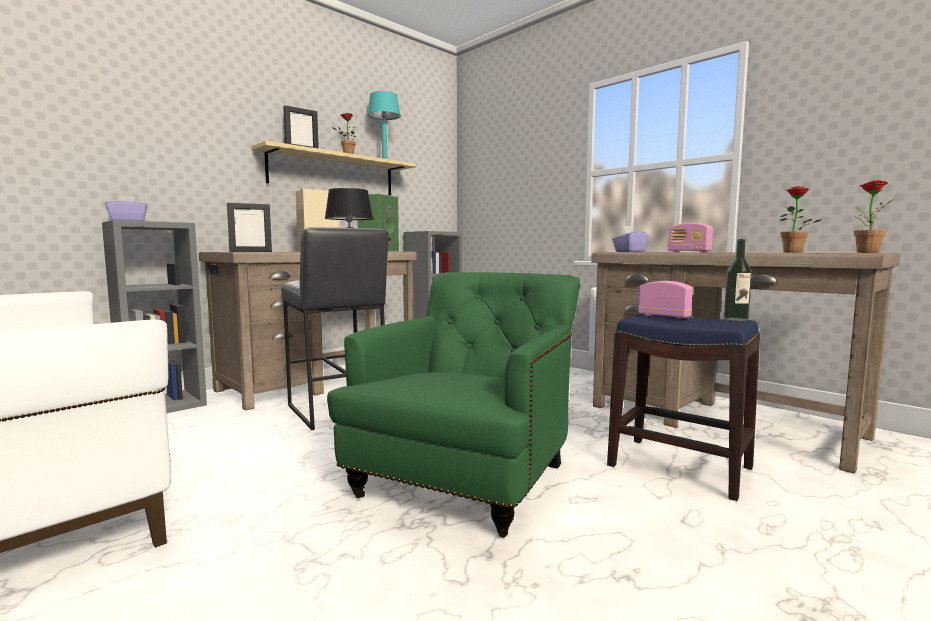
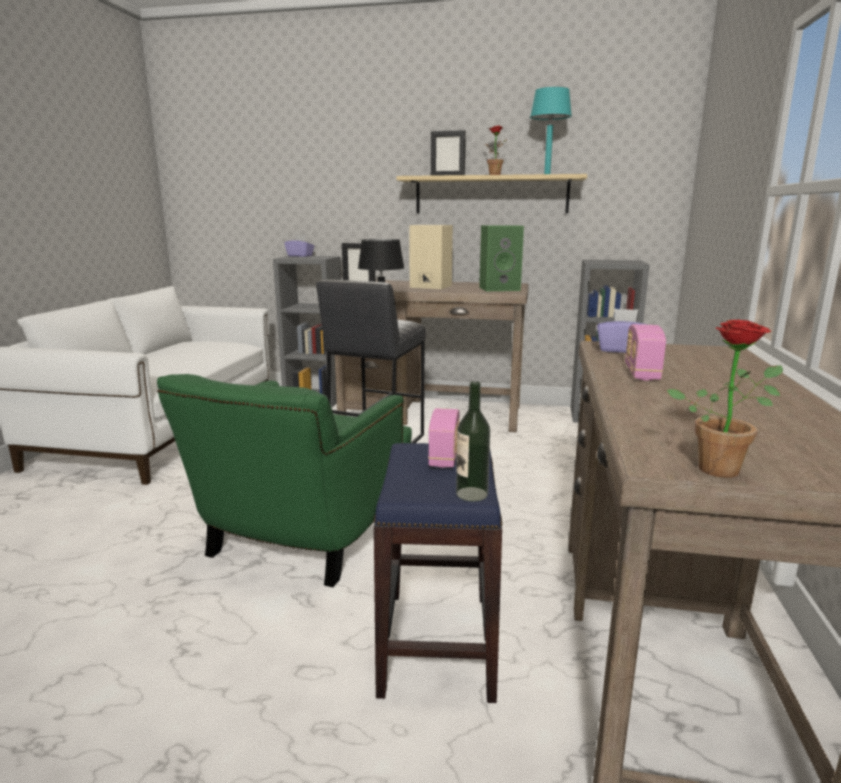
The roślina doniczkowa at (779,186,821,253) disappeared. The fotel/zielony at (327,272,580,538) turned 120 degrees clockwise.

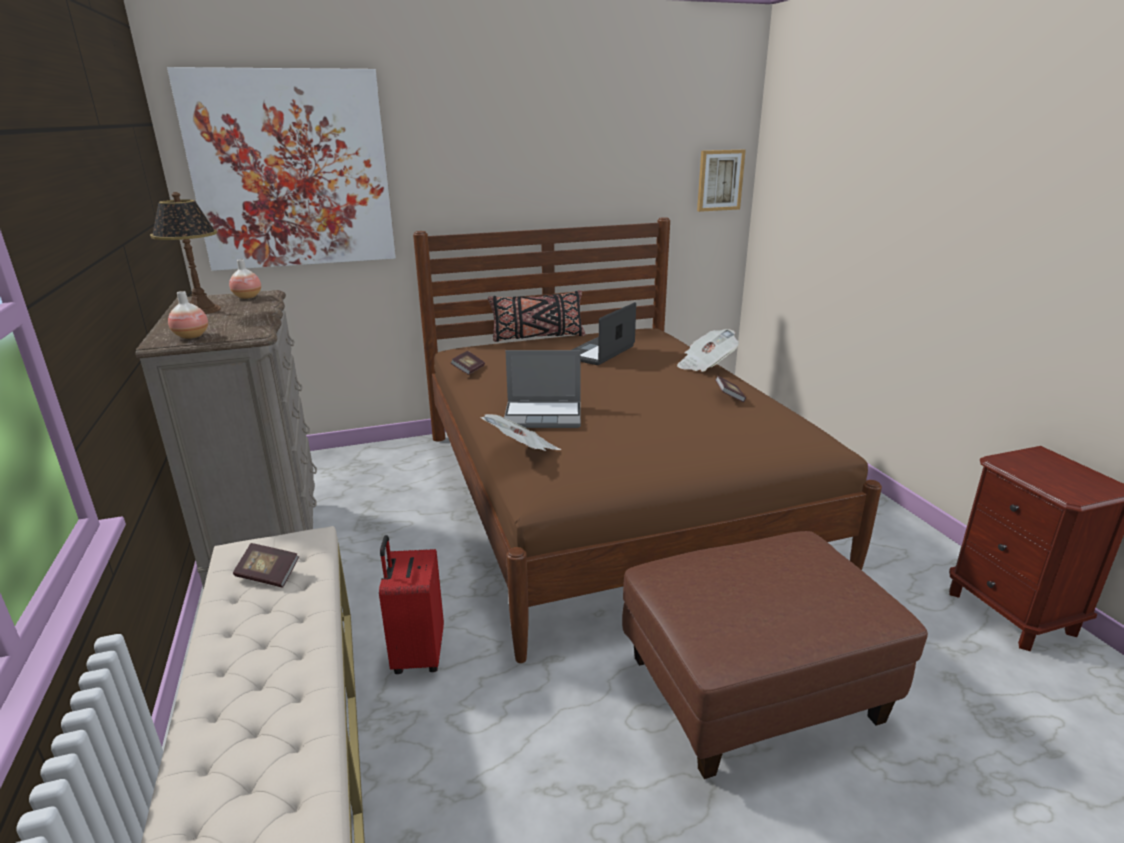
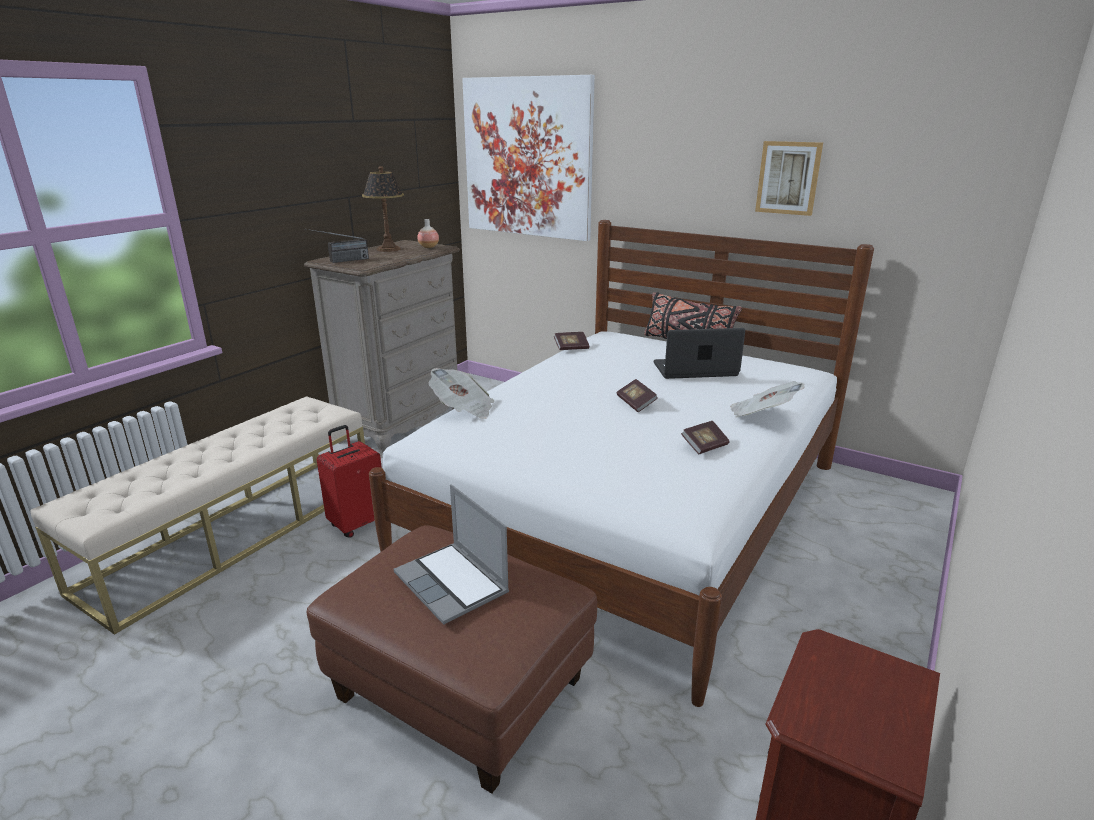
The obraz moved from (697,150,746,212) to (755,141,823,216). The łóżko/brązowy at (413,217,882,663) became the łóżko/biały at (369,220,874,707). The wazon at (168,291,208,339) was replaced by the radio at (307,229,369,263). The laptop moved from (504,350,581,428) to (394,484,509,625). The książka moved from (233,543,299,587) to (617,379,657,412).

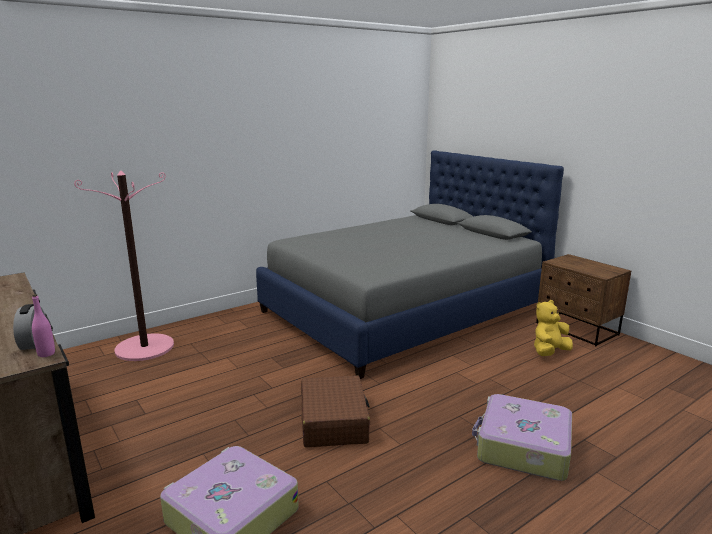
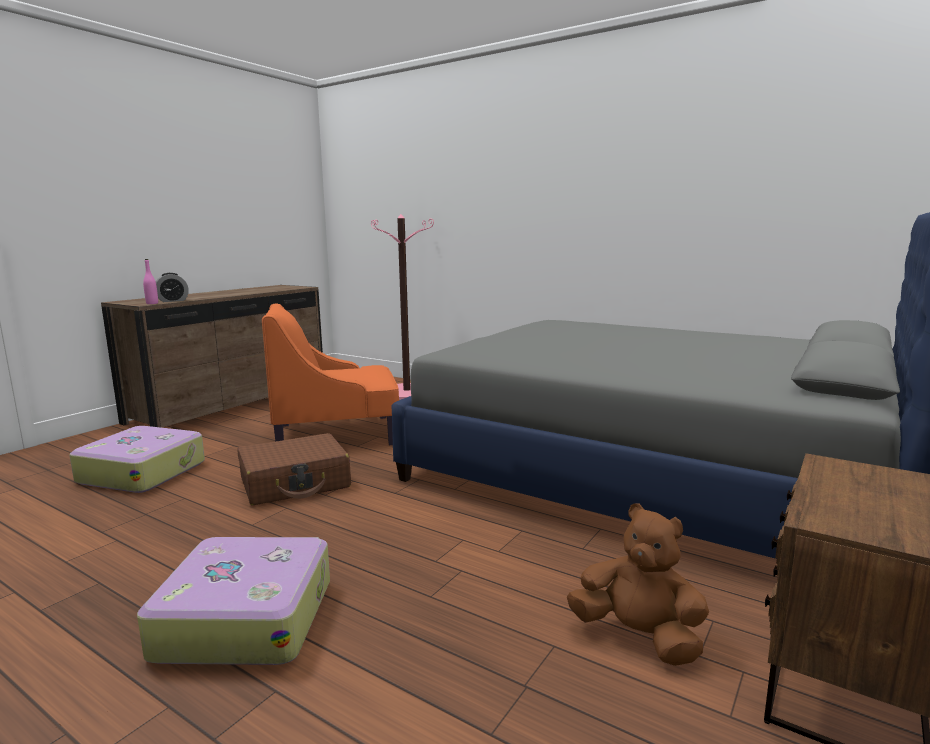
The pluszak/żółty at (534,300,573,356) became the pluszak/brązowy at (567,504,709,666). The fotel/pomarańczowy at (262,304,399,445) appeared.

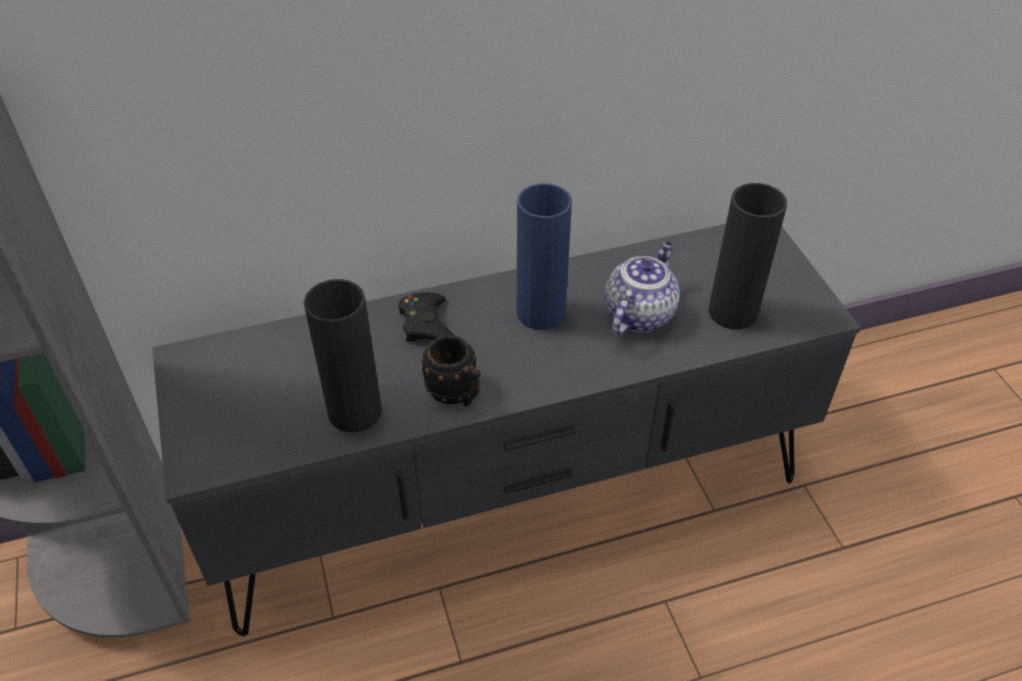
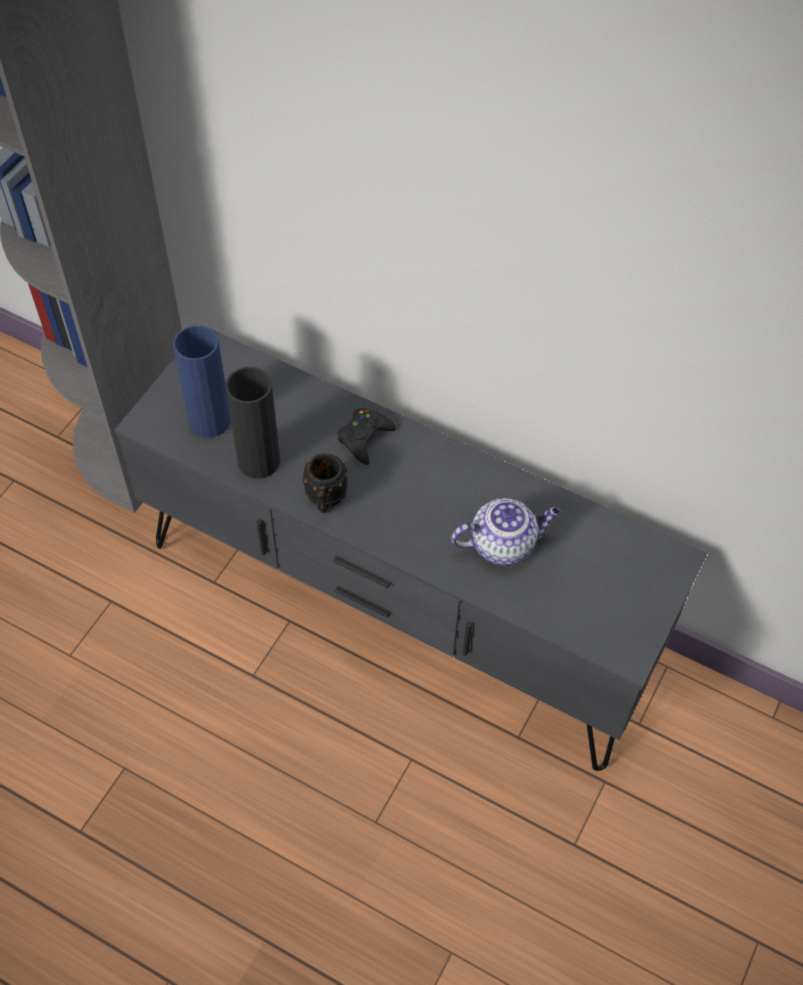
The wazon/niebieski moved from (517,183,572,330) to (173,325,231,437). The wazon/czarny at (709,183,787,329) disappeared.

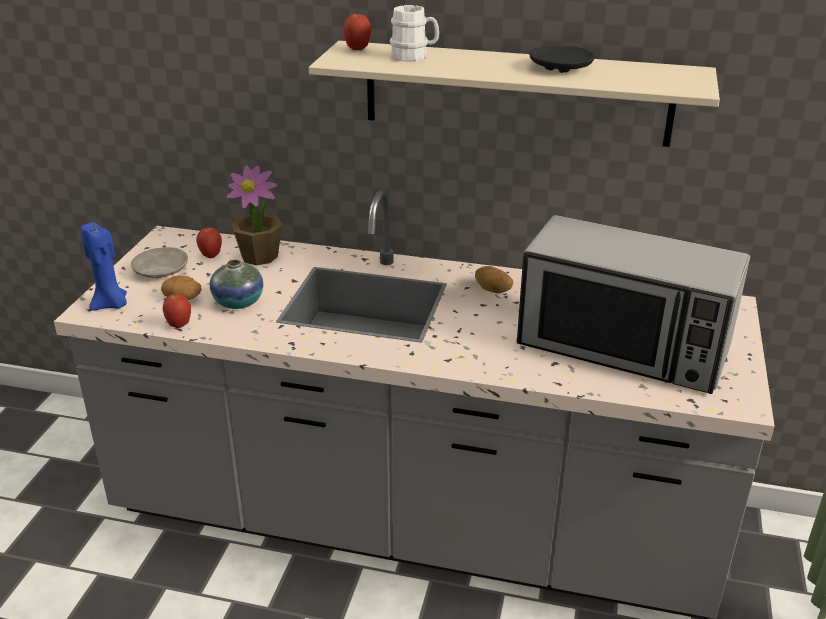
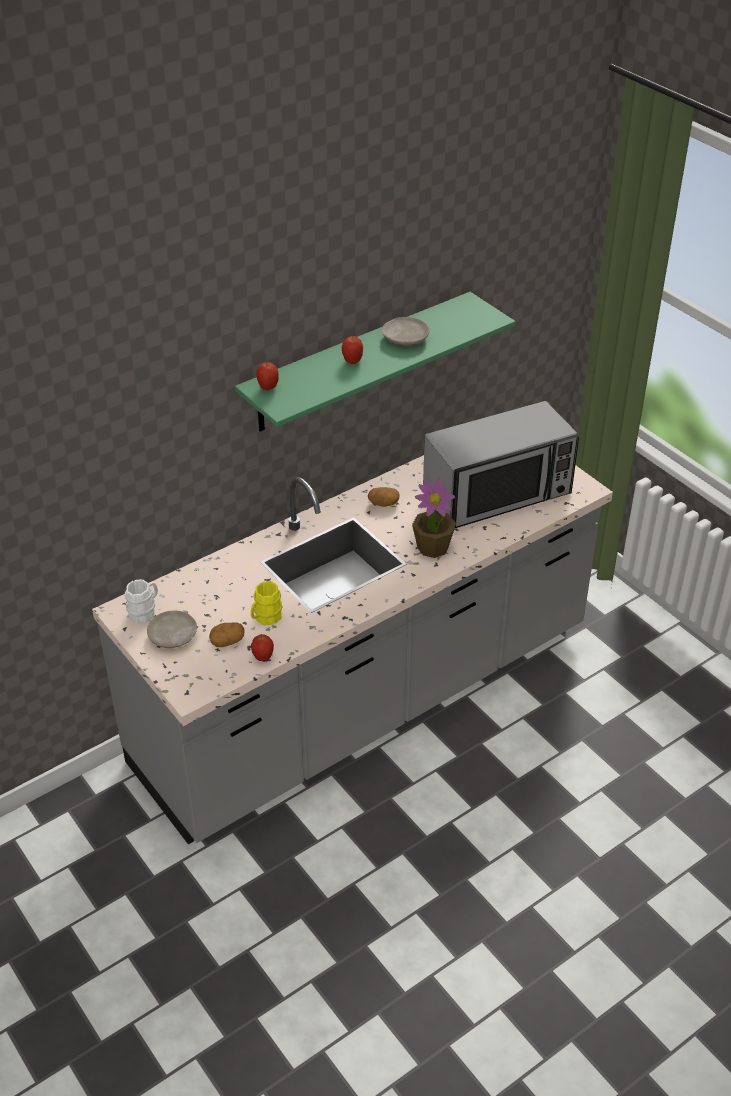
The kubek/biały moved from (390,5,439,62) to (125,579,158,624). The półka/beżowy at (309,41,720,147) became the półka/zielony at (235,292,516,432). The talerz/czarny at (529,46,595,73) became the talerz/beżowy at (382,317,430,345). The roślina doniczkowa moved from (227,165,282,265) to (412,478,456,558). The świeca/niebieski at (80,222,127,310) disappeared. The jabłko moved from (196,227,222,258) to (342,336,363,364). The wazon at (210,259,263,309) was replaced by the kubek/żółty at (251,581,283,625).

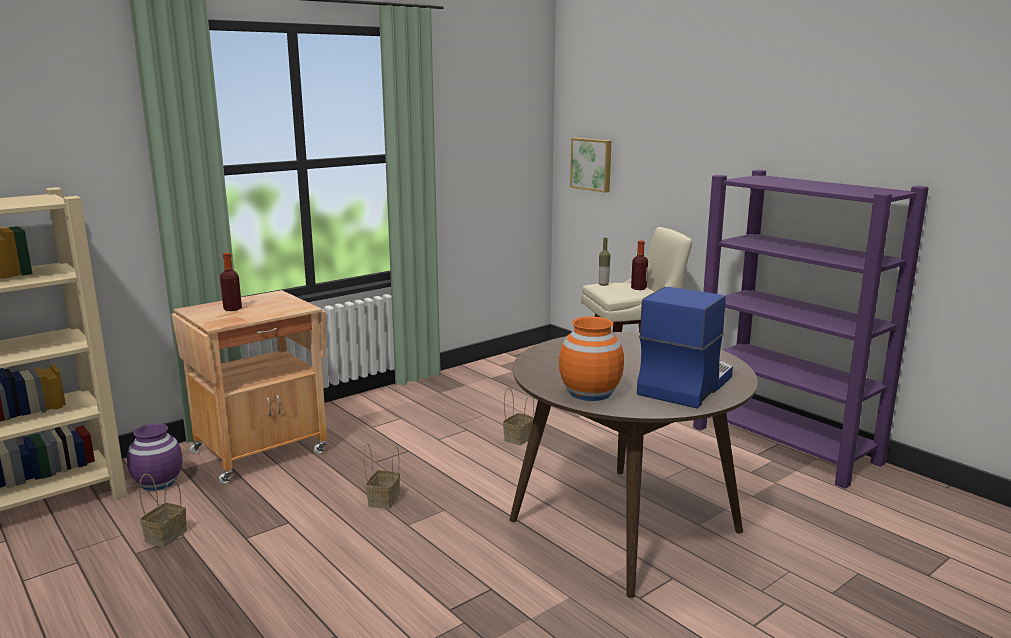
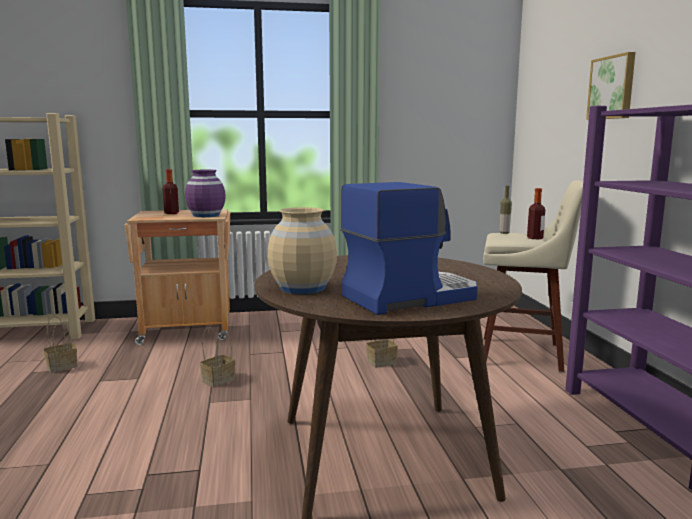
The obraz moved from (570,138,612,193) to (586,52,635,120). The wazon/pomarańczowy at (559,316,624,401) became the wazon/beżowy at (268,207,337,294). The wazon/fioletowy moved from (127,423,182,491) to (185,170,226,217).

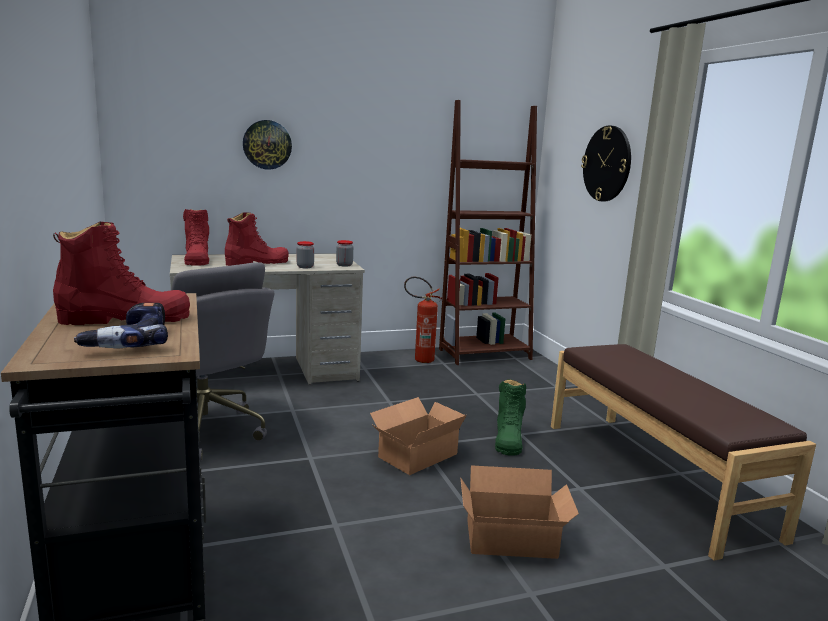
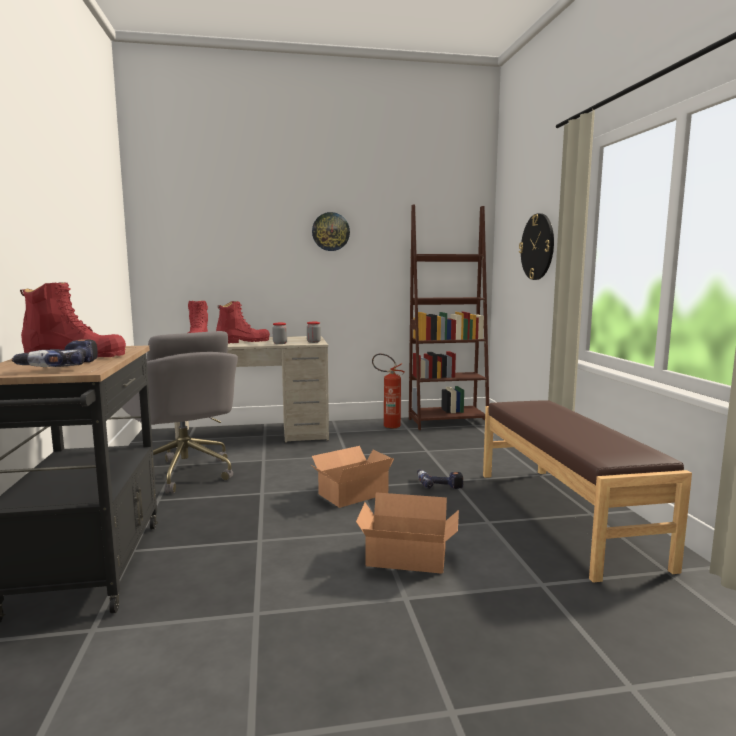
The zegar ścienny moved from (243,120,292,170) to (312,212,350,251). The but z cholewką/zielony at (495,379,526,456) was replaced by the wiertarka at (417,469,463,489).

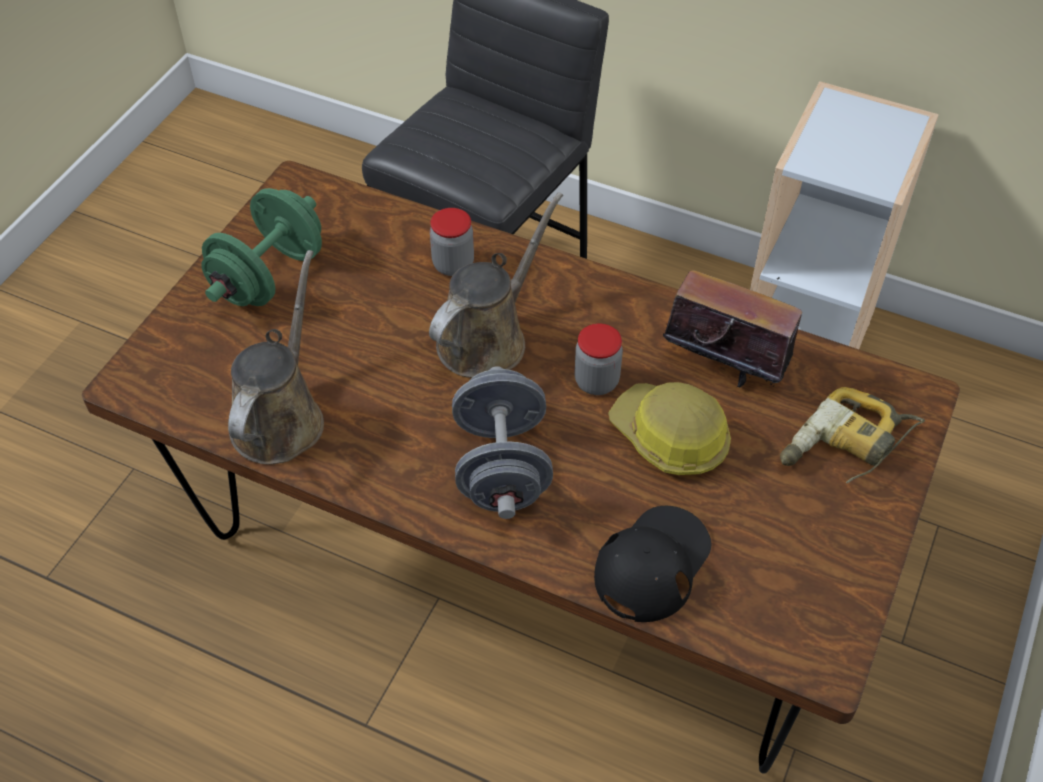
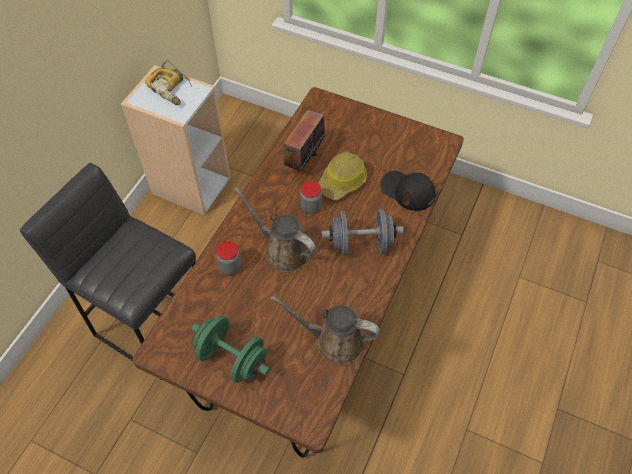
The wiertarka moved from (780,387,925,483) to (145,60,192,105).

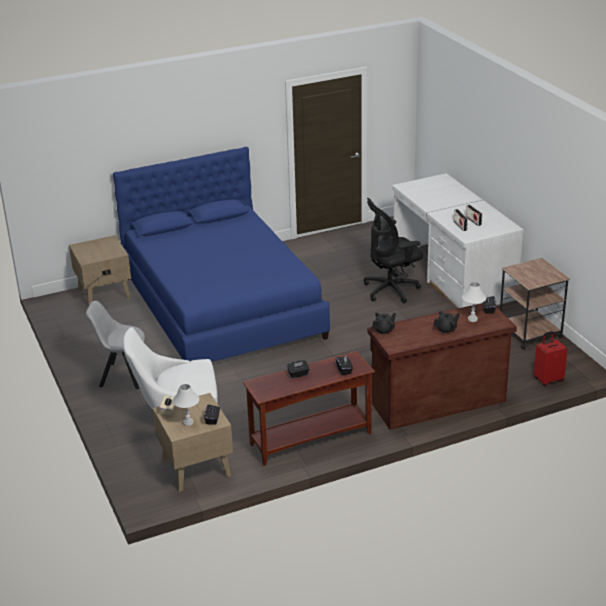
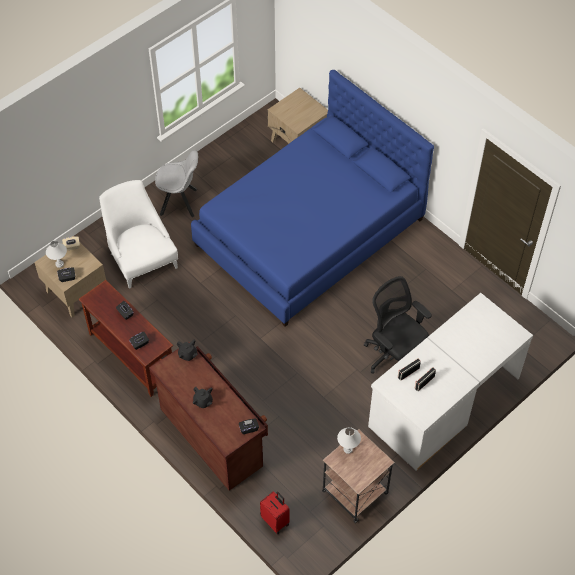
The lampa stołowa/biały moved from (462,282,487,322) to (337,427,361,454). The krzesło/szary at (86,301,145,389) turned 105 degrees clockwise.

